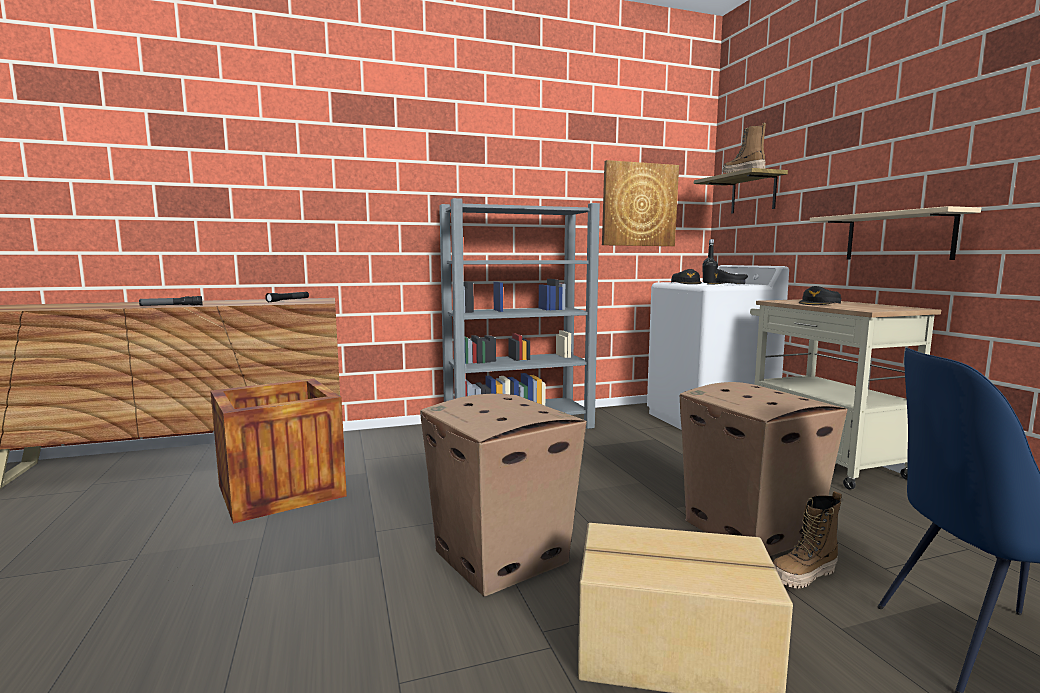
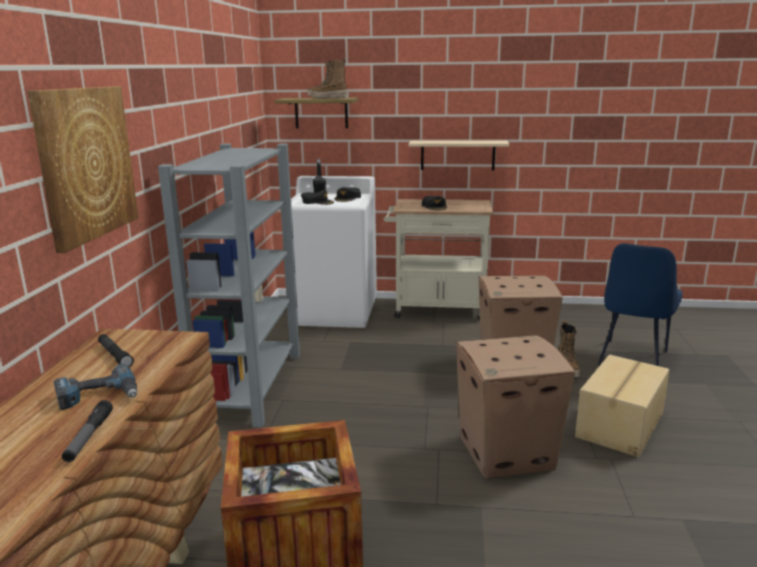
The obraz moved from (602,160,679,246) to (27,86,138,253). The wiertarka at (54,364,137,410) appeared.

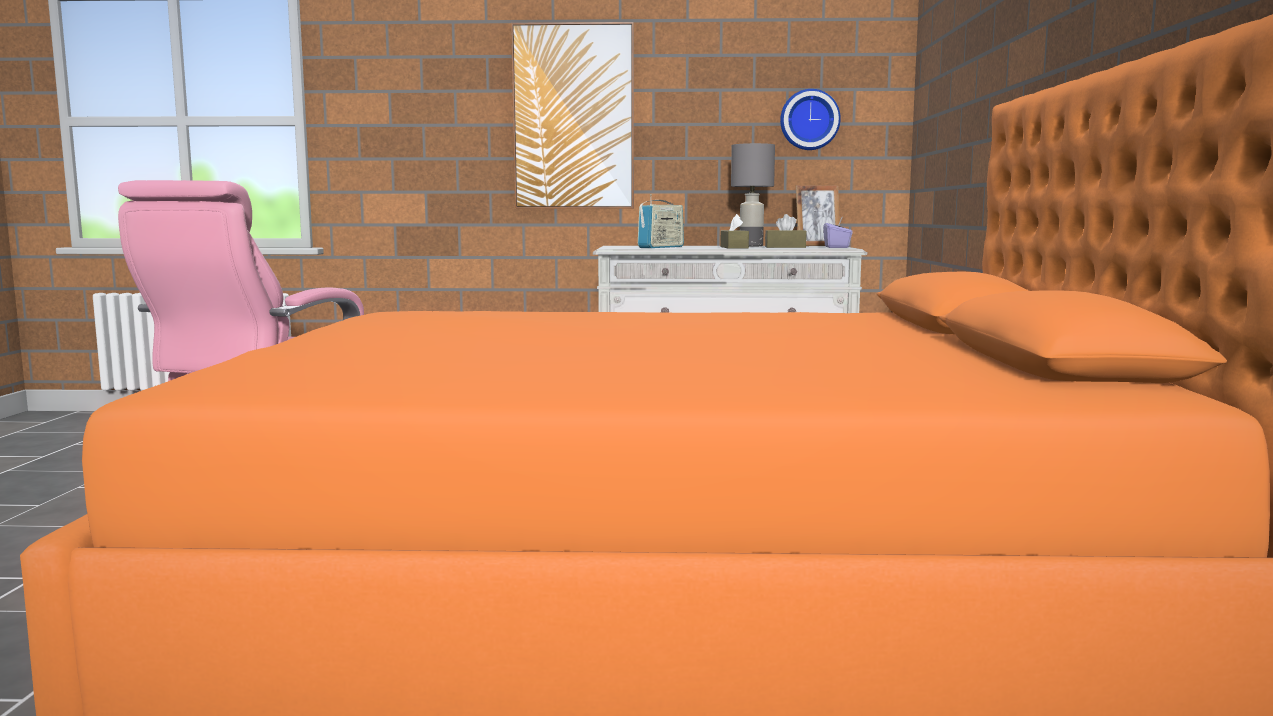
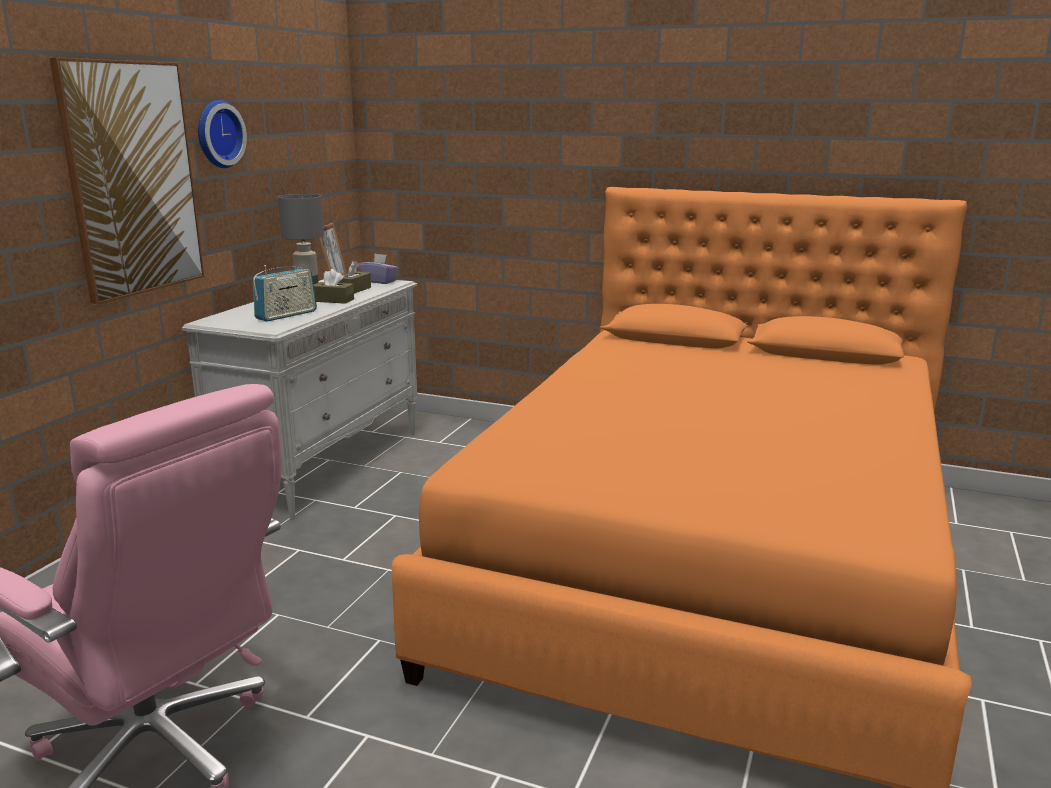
The zegar ścienny moved from (780,89,841,150) to (198,100,247,168). The radio at (638,194,684,248) turned 75 degrees clockwise.

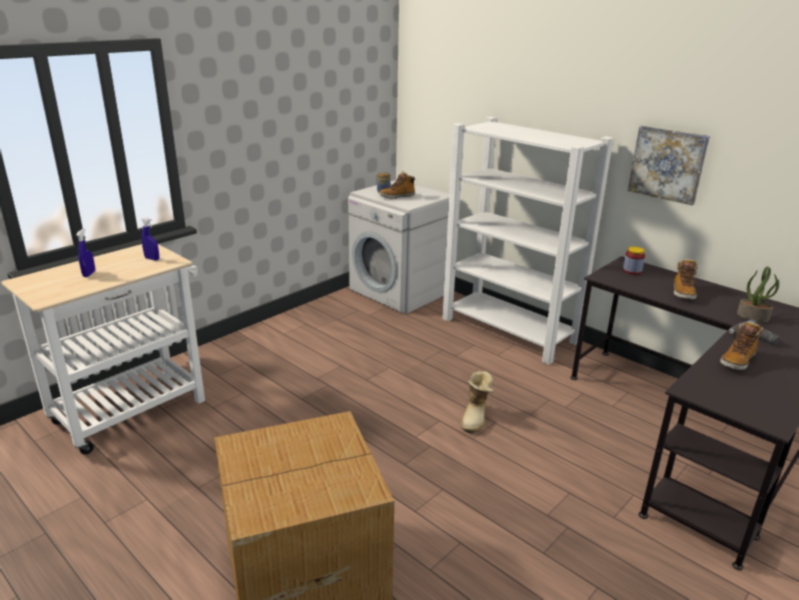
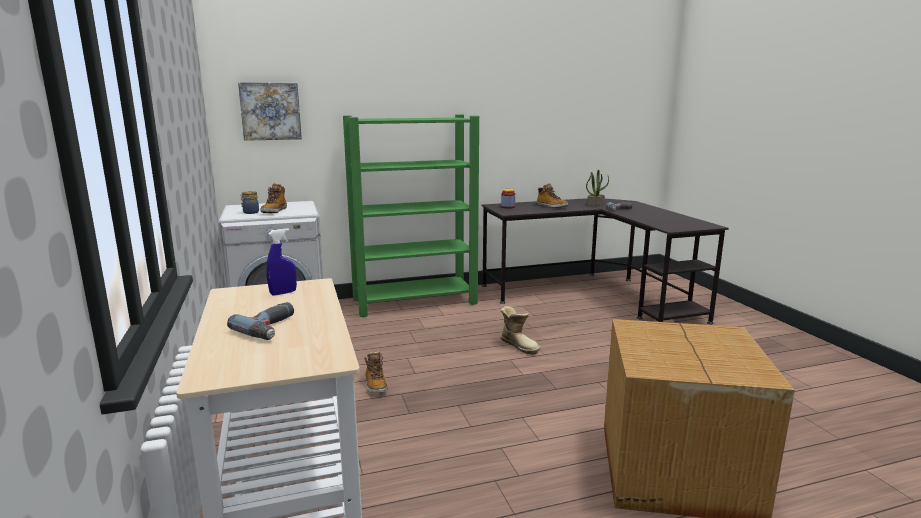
The regał/biały at (442,116,614,365) became the regał/zielony at (343,114,479,317). The obraz moved from (628,125,710,205) to (238,82,302,141). The spryskiwacz/niebieski at (76,228,95,277) was replaced by the wiertarka at (227,302,294,340). The but z cholewką moved from (720,321,763,370) to (365,351,388,393).

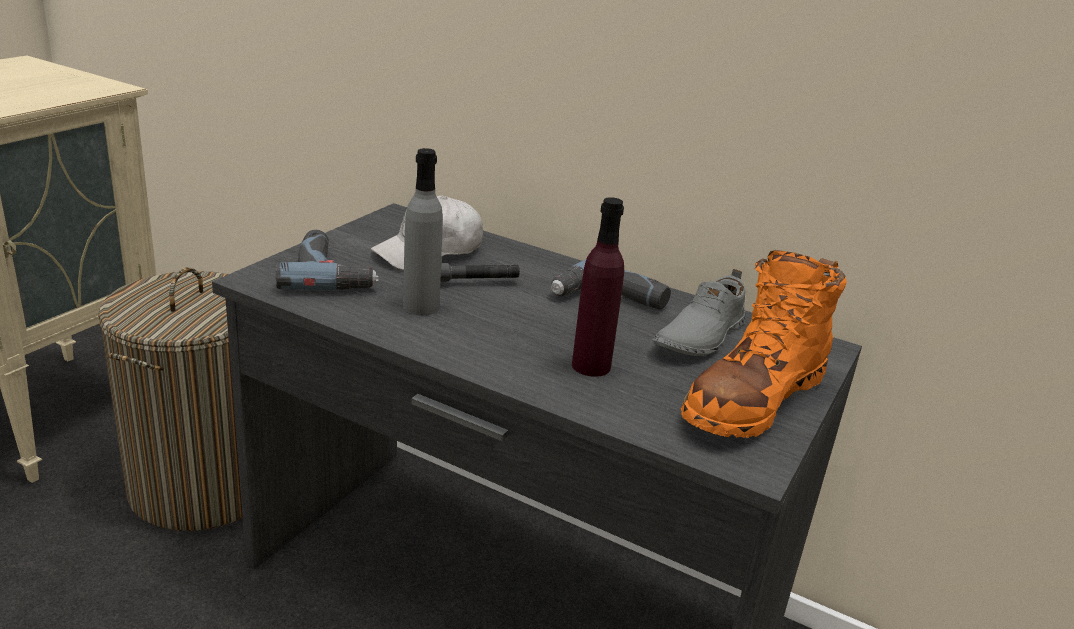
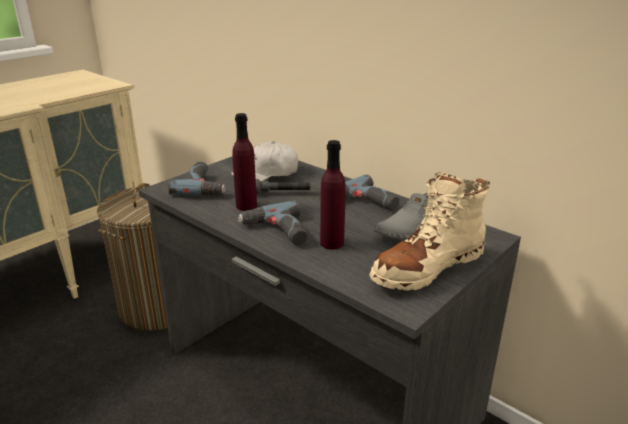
The butelka/szary at (403,148,443,315) became the butelka/fioletowy at (232,113,257,211). The but z cholewką/pomarańczowy at (681,250,847,438) became the but z cholewką/beżowy at (369,172,490,291). The wiertarka at (238,200,307,245) appeared.

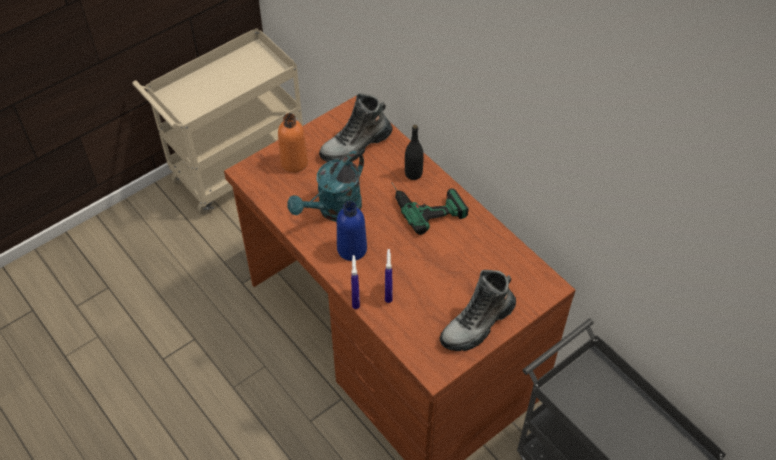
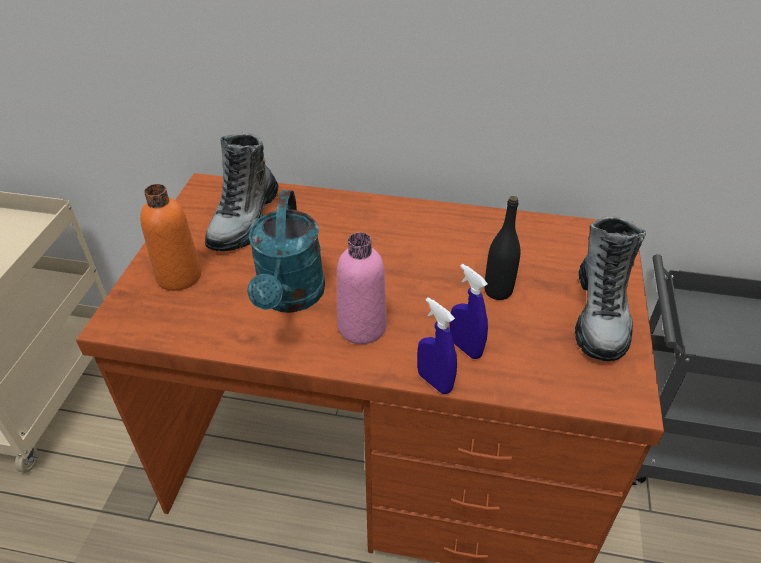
The butelka/czarny moved from (405,124,424,180) to (484,196,521,300). The wiertarka at (391,182,469,235) disappeared. The butelka/niebieski at (337,201,367,261) became the butelka/różowy at (337,232,387,344).

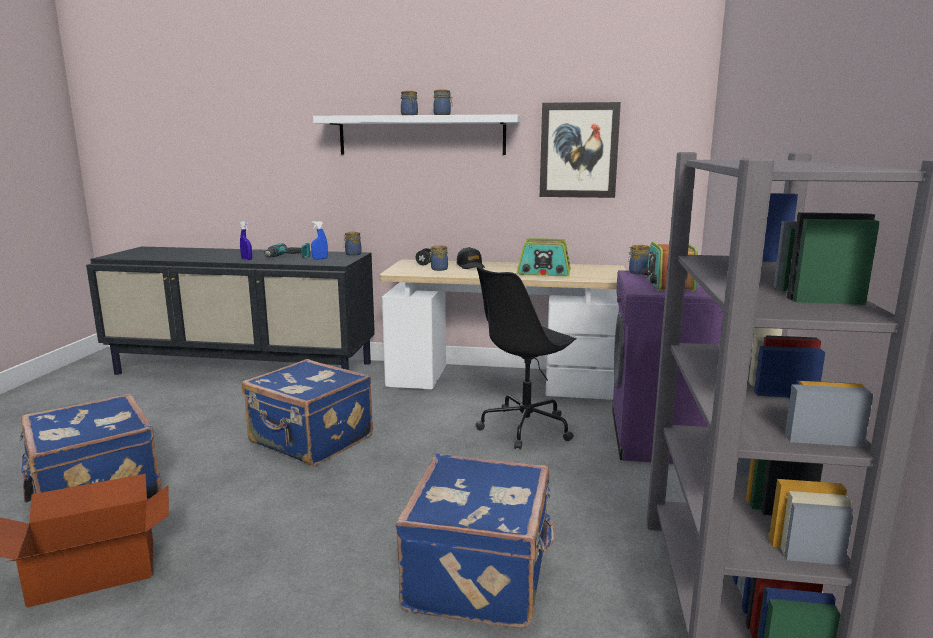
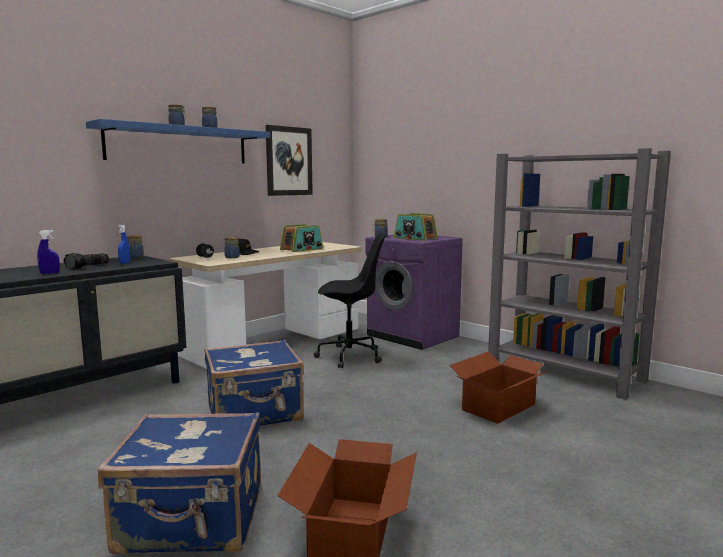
The półka/biały at (313,114,521,155) became the półka/niebieski at (86,119,270,164). The wiertarka at (264,243,310,258) was replaced by the latarka at (63,253,109,269). The krzesło biurowe/czarny at (476,265,576,449) turned 90 degrees counterclockwise. The walizka/niebieski at (395,454,556,628) was replaced by the karton at (449,352,553,424).

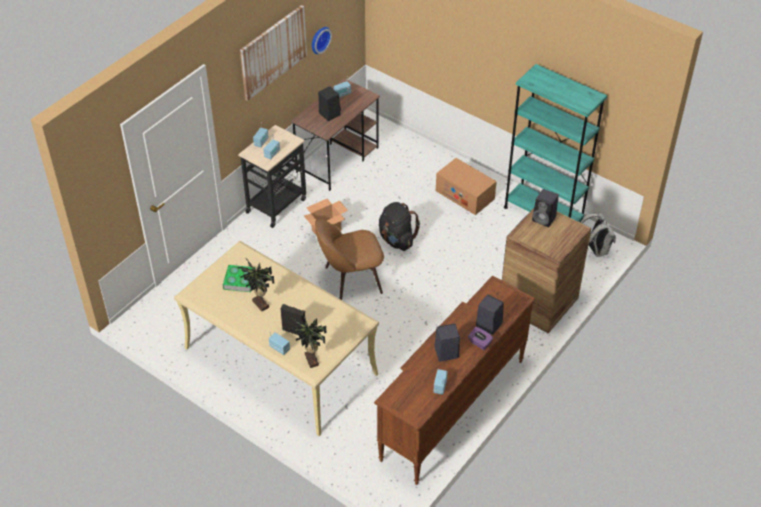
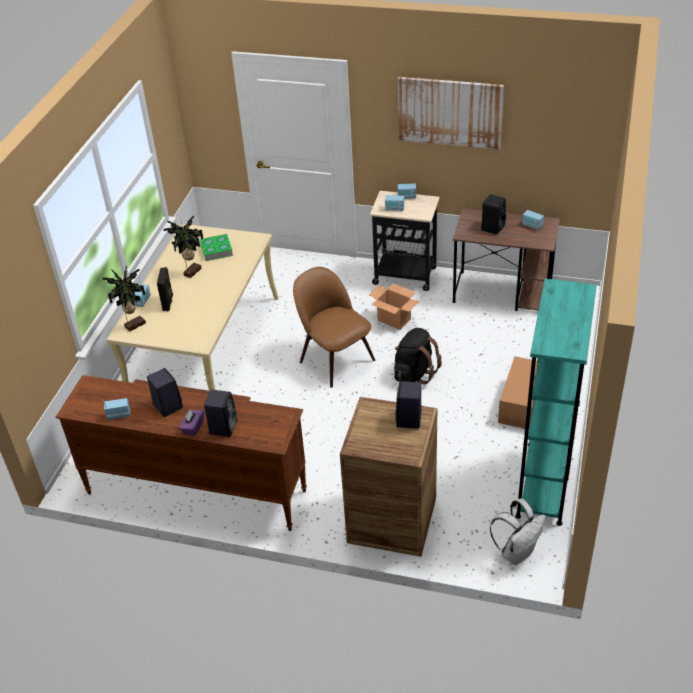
The zegar ścienny at (312,27,332,54) disappeared.

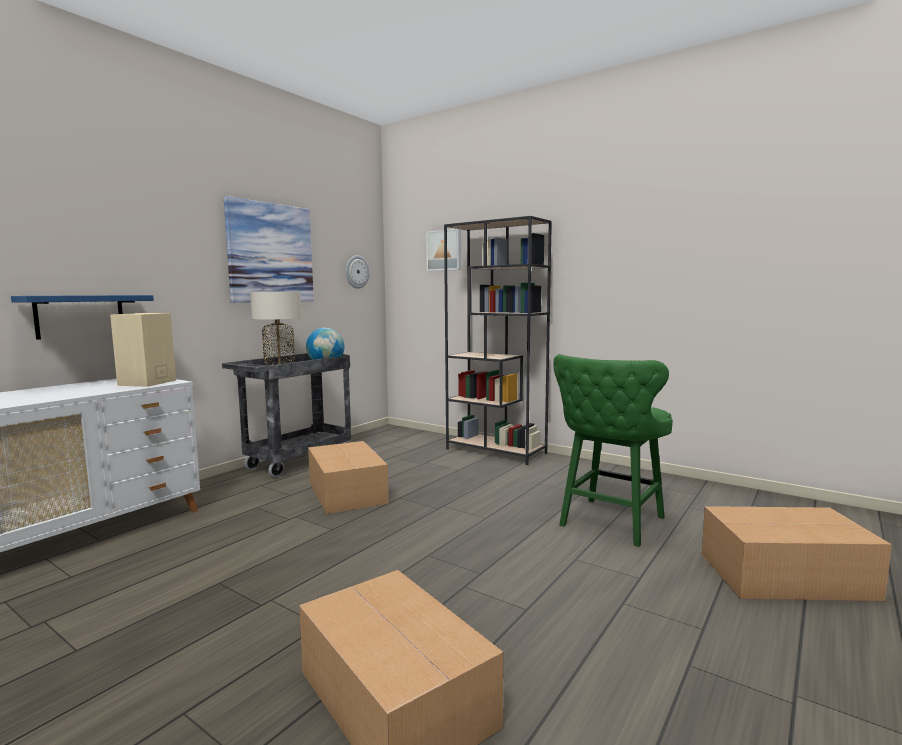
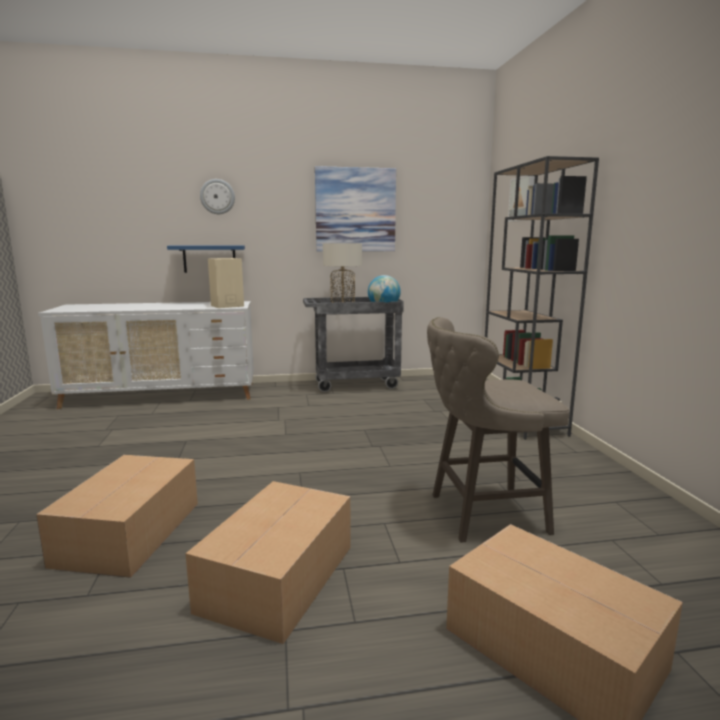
The zegar ścienny moved from (346,255,369,289) to (200,179,235,214). The stołek/zielony at (553,354,673,547) became the stołek/beżowy at (427,317,569,543). The karton moved from (308,441,389,514) to (185,481,351,644).

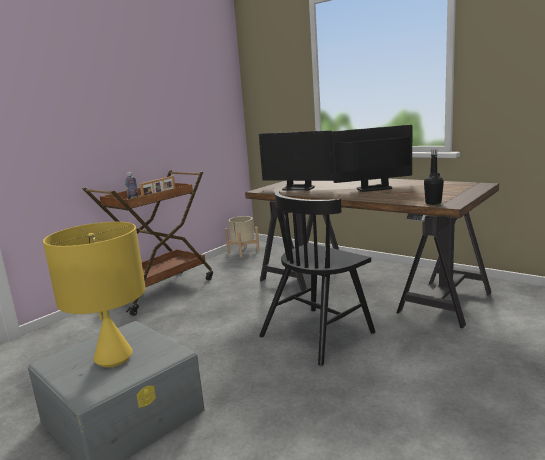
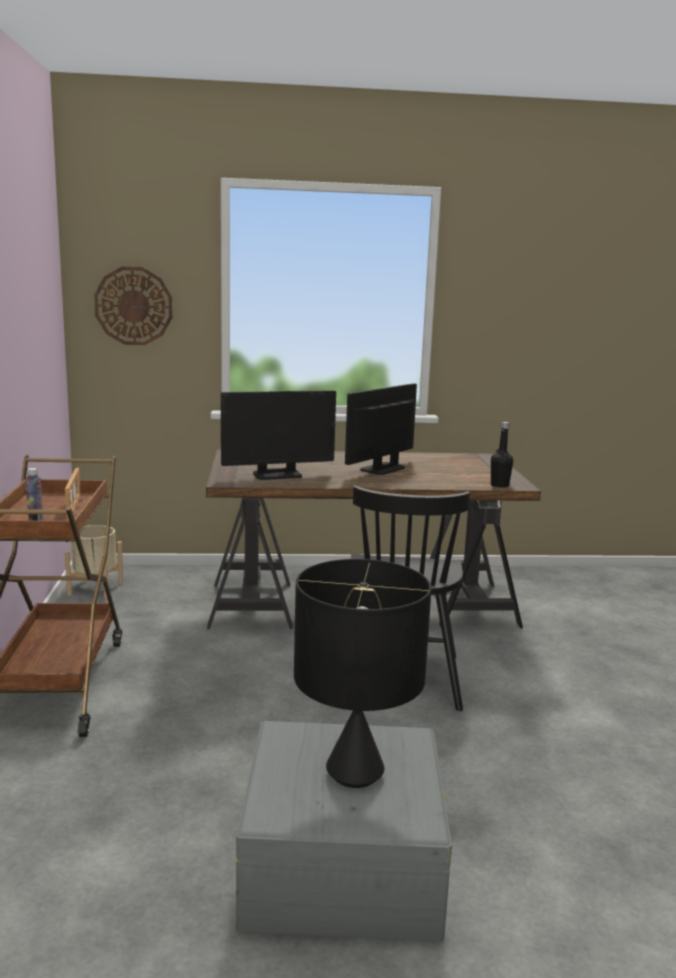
The lampa stołowa/żółty at (43,222,146,368) became the lampa stołowa/czarny at (294,559,432,788). The zegar ścienny at (94,267,173,345) appeared.

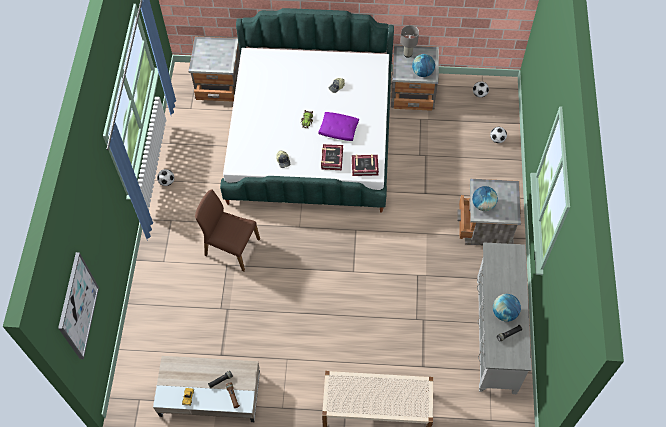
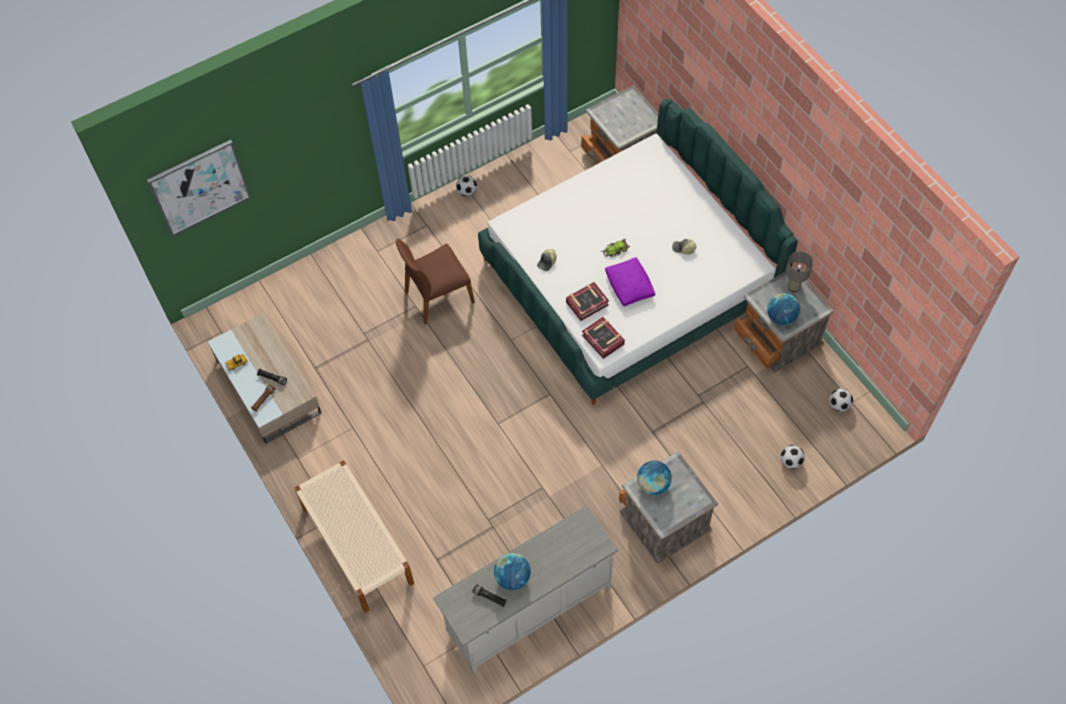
The krzesło/brązowy at (195,190,260,272) turned 105 degrees counterclockwise.

